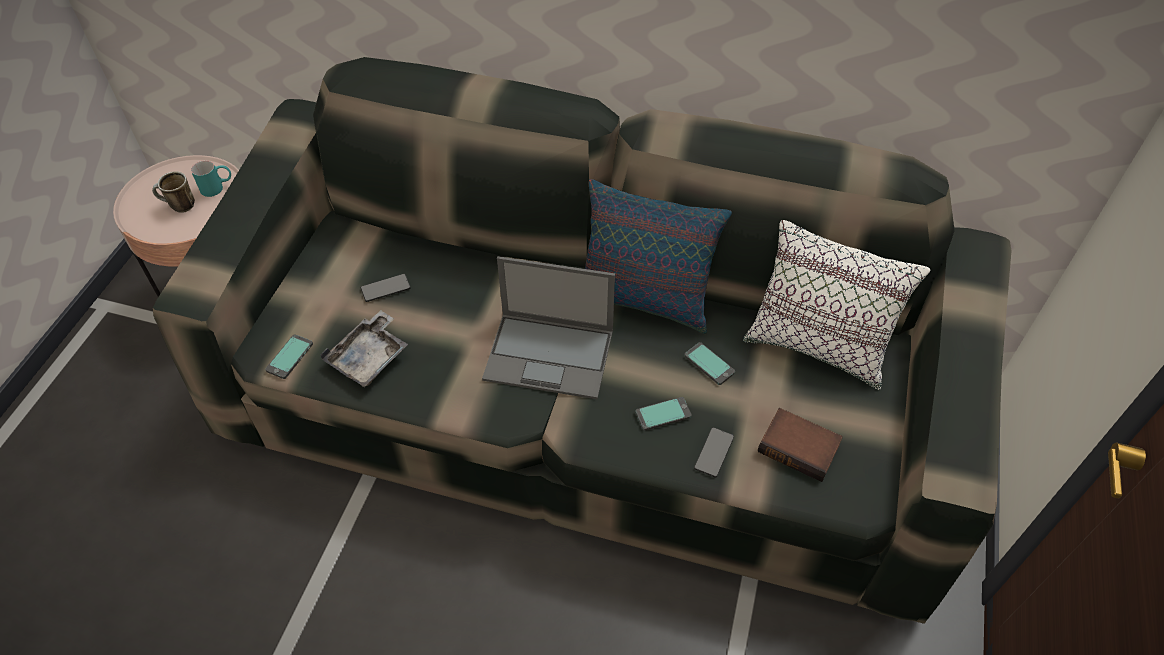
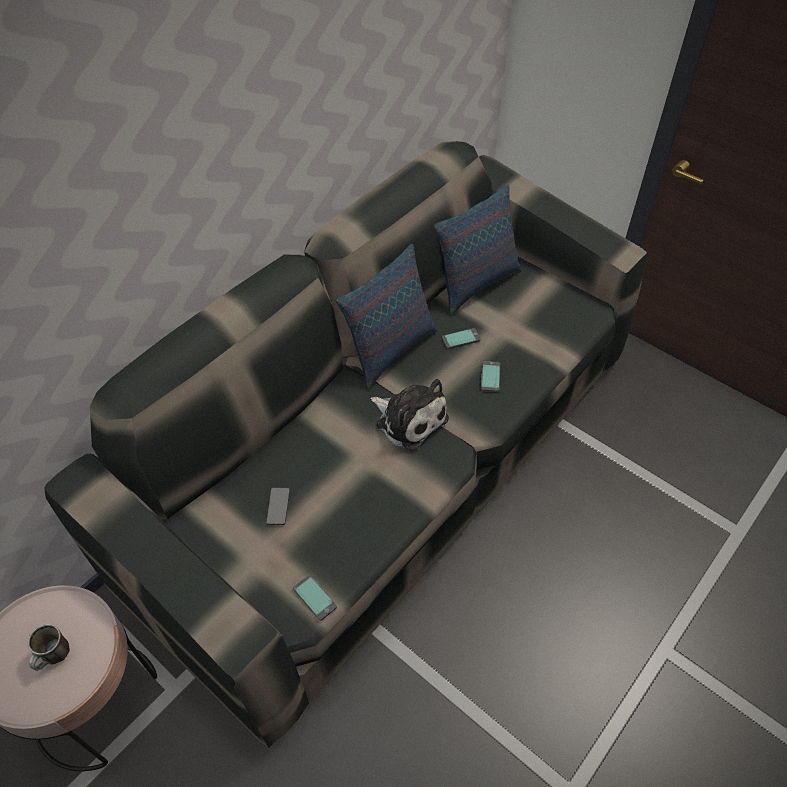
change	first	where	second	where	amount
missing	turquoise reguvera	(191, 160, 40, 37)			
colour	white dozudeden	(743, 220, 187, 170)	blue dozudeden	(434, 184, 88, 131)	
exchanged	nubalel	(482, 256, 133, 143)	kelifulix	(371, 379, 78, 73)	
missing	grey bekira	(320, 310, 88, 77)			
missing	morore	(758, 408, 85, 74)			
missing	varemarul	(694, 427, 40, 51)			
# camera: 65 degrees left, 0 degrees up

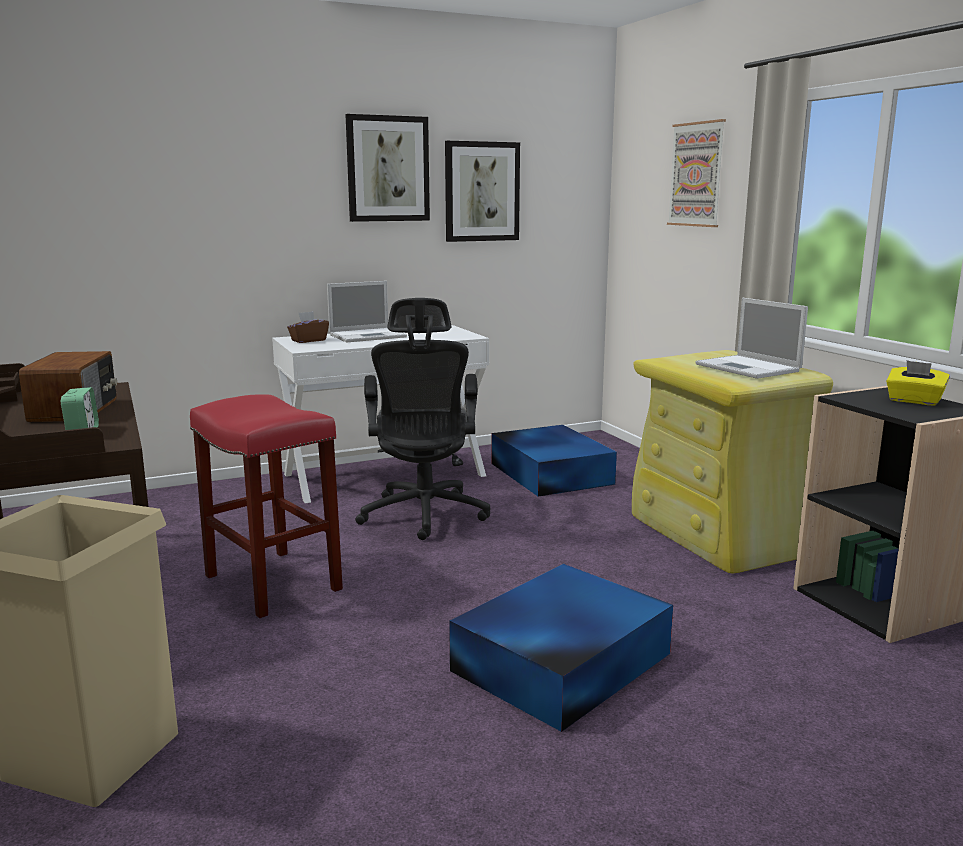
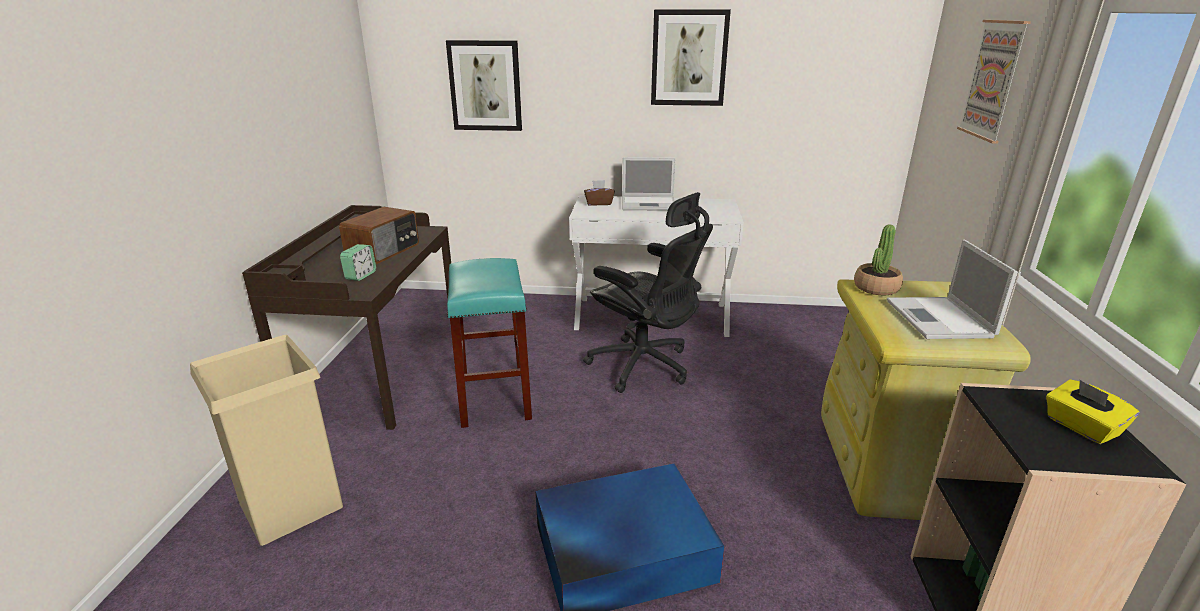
change	first	where	second	where	amount
relocated	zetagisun	(445, 141, 75, 101)		(446, 40, 76, 91)	
spun	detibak	(355, 298, 135, 242)		(583, 192, 130, 201)	75 degrees counterclockwise
colour	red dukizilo	(190, 394, 153, 224)	turquoise dukizilo	(447, 258, 85, 170)	
missing	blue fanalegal	(491, 425, 126, 72)			
appeared			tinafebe	(854, 224, 49, 71)	
# camera: 30 degrees right, 10 degrees up

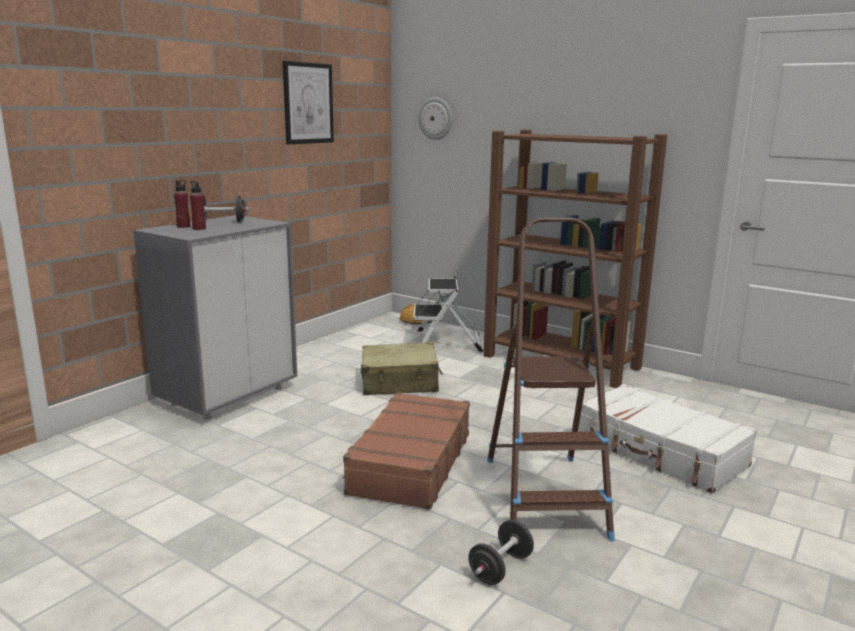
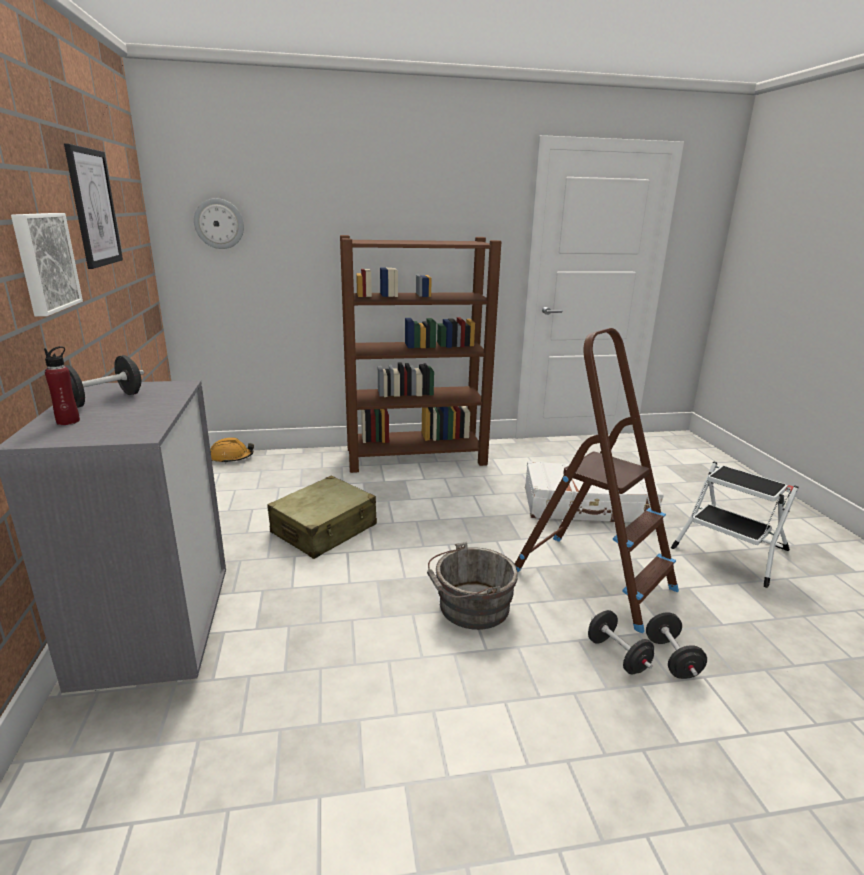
change	first	where	second	where	amount
missing	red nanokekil	(190, 181, 16, 49)			
relocated	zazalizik	(414, 276, 69, 76)		(671, 461, 127, 127)	
exchanged	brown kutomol	(342, 392, 128, 118)	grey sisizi	(427, 542, 91, 88)	
appeared			zetagisun	(11, 213, 72, 104)	
appeared			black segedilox	(588, 610, 66, 65)	
# camera: 45 degrees left, 5 degrees up

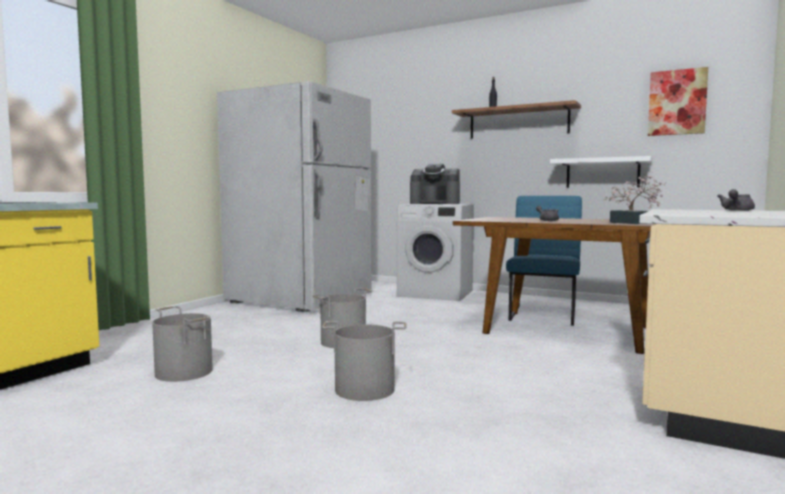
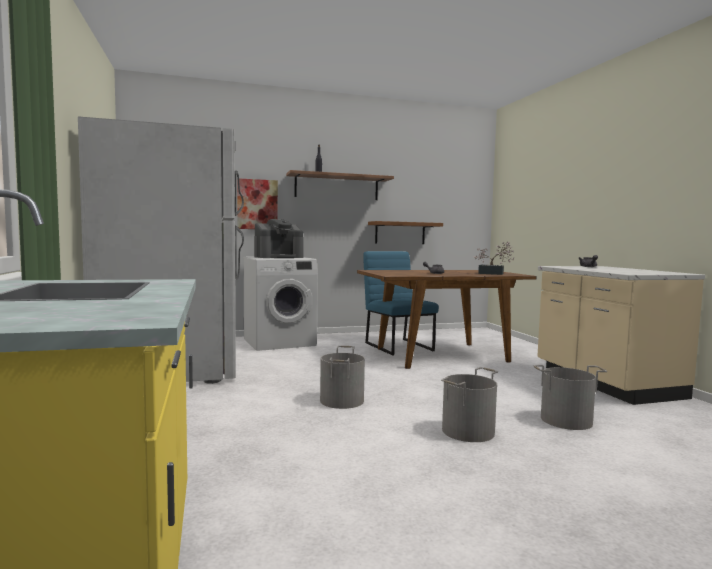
change	first	where	second	where	amount
relocated	zetagisun	(648, 67, 60, 69)		(237, 179, 41, 50)	
colour	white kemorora	(550, 156, 103, 32)	brown kemorora	(368, 221, 75, 23)	
relocated	grey sisizi	(152, 306, 61, 76)		(534, 365, 73, 65)	
# camera: 45 degrees left, 0 degrees up

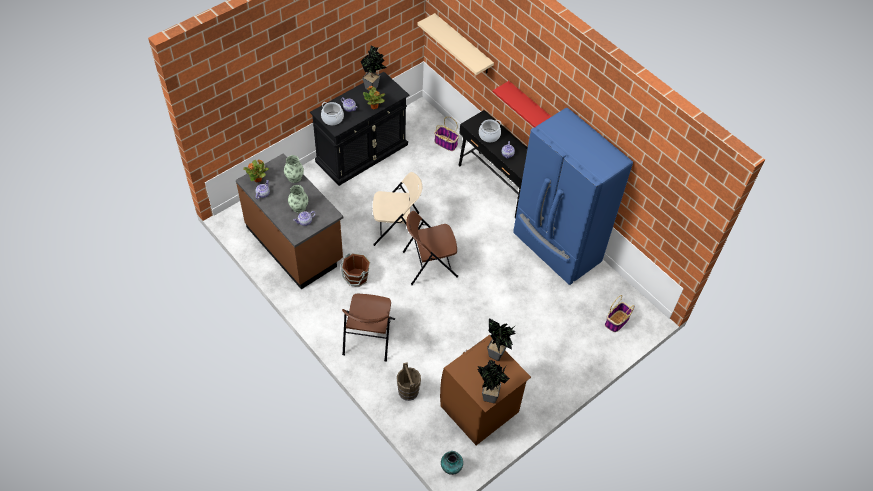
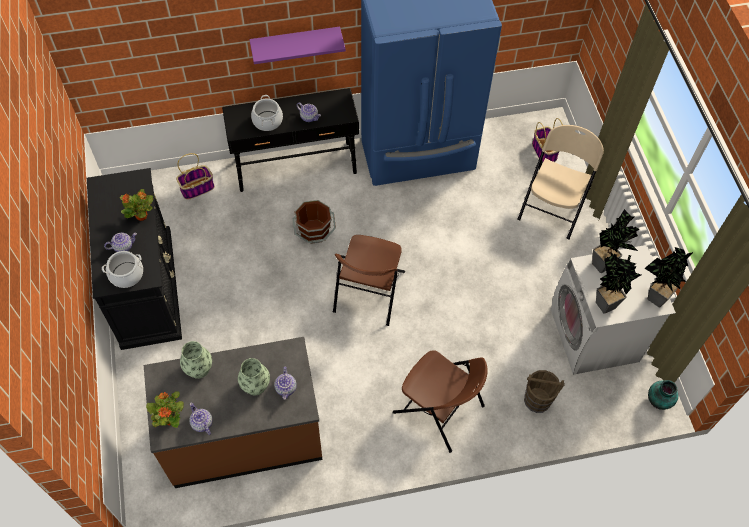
change	first	where	second	where	amount
missing	beige kemorora	(417, 13, 77, 62)			
relocated	tinafebe	(361, 45, 26, 46)		(596, 253, 45, 61)	
colour	red kemorora	(493, 81, 59, 46)	purple kemorora	(249, 27, 97, 37)	
relocated	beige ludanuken	(373, 172, 49, 74)		(517, 125, 87, 114)	
relocated	brown sisizi	(341, 253, 29, 34)		(293, 200, 43, 44)	
colour	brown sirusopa	(440, 335, 91, 110)	white sirusopa	(551, 245, 125, 130)	
# camera: 60 degrees left, 5 degrees up

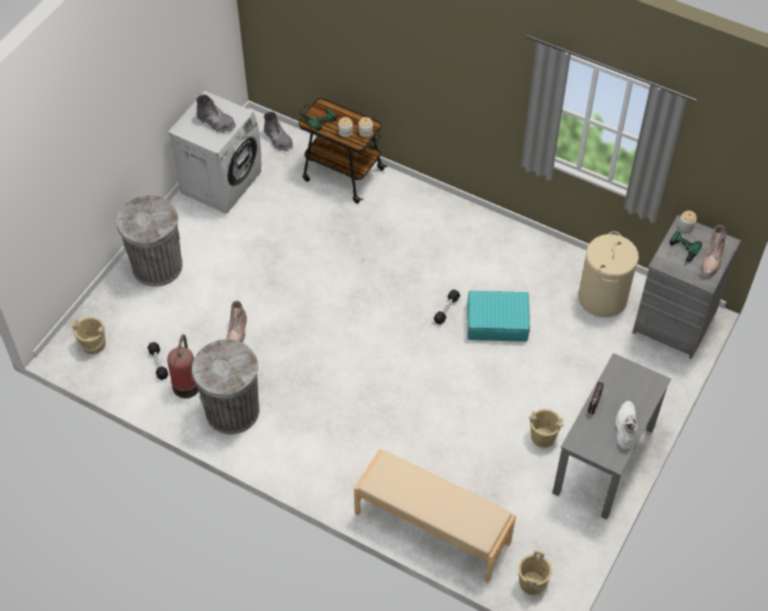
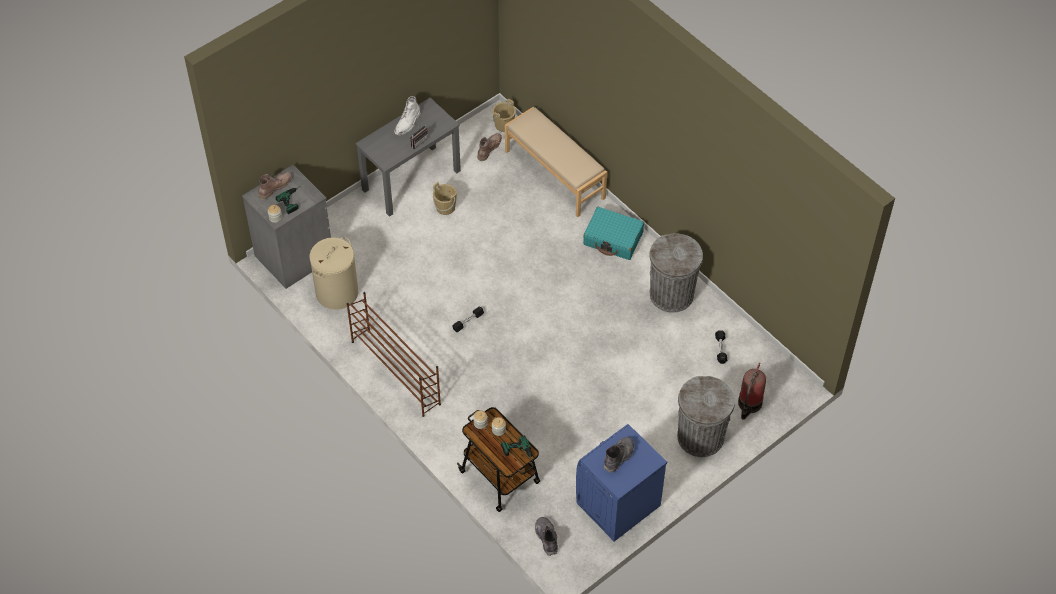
change	first	where	second	where	amount
colour	white sirusopa	(168, 91, 93, 123)	blue sirusopa	(576, 424, 91, 118)	
spun	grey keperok	(196, 95, 40, 37)		(603, 437, 31, 36)	75 degrees clockwise
relocated	turquoise kutomol	(467, 291, 63, 51)		(583, 207, 61, 53)	
relocated	brown keperok	(226, 300, 21, 43)		(477, 133, 25, 28)	
missing	beige sisizi	(72, 317, 34, 37)			
relocated	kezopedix	(167, 334, 32, 64)		(738, 363, 28, 57)	
appeared			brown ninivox	(347, 292, 94, 125)	
# camera: 160 degrees left, 0 degrees up

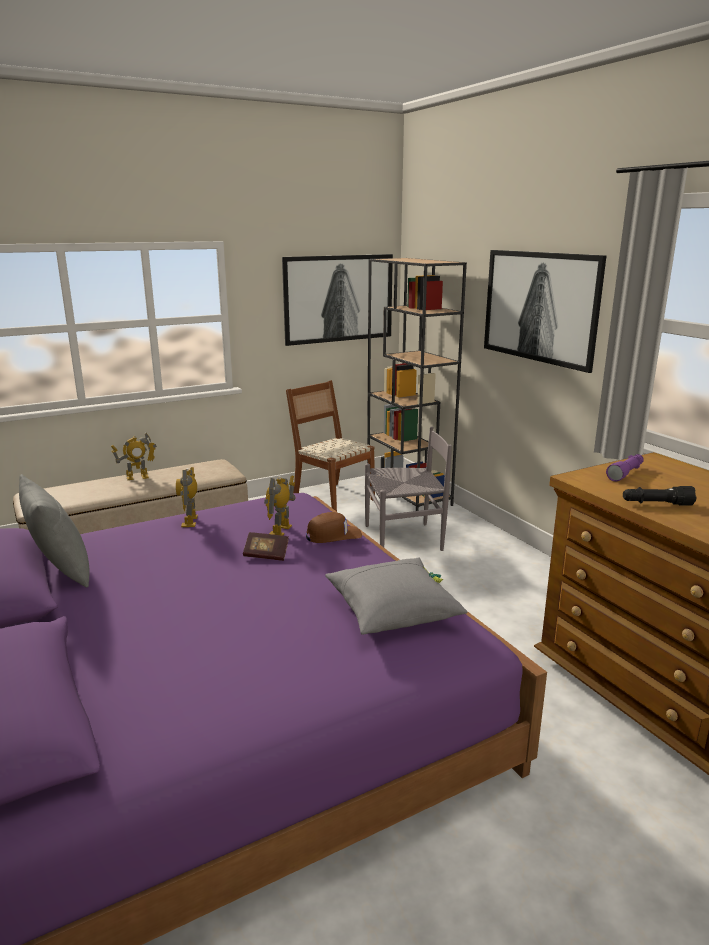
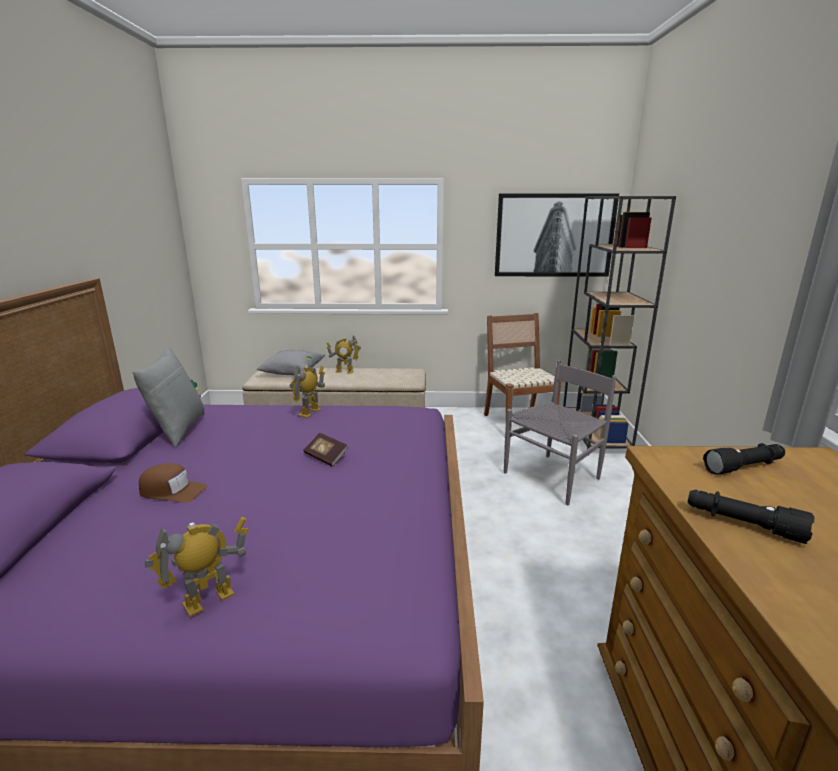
change	first	where	second	where	amount
missing	zetagisun	(484, 250, 122, 123)			
spun	grey ludanuken	(365, 426, 87, 125)		(504, 360, 112, 145)	60 degrees counterclockwise
colour	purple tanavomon	(606, 454, 38, 27)	black tanavomon	(703, 443, 82, 32)	
relocated	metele	(264, 476, 31, 60)		(145, 517, 104, 100)	
relocated	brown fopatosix	(306, 512, 56, 31)		(139, 463, 69, 40)	
relocated	grey dozudeden	(325, 557, 142, 78)		(257, 350, 68, 25)	
# camera: 30 degrees right, 0 degrees up

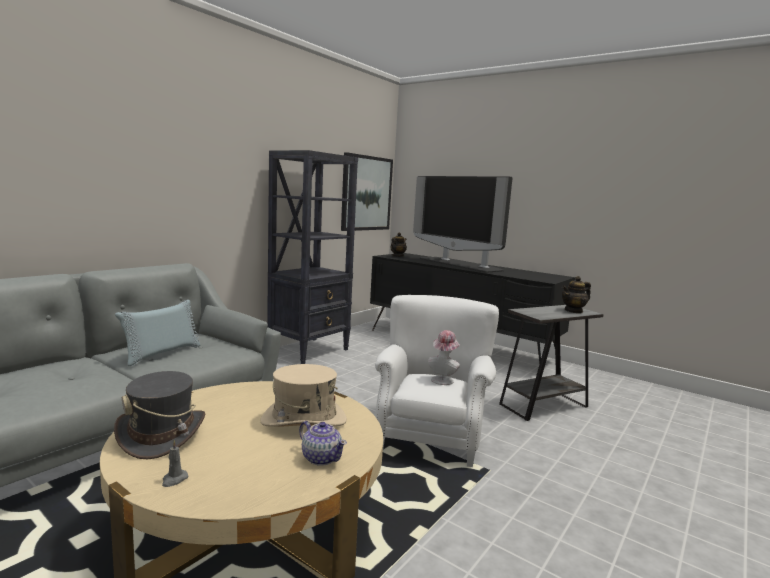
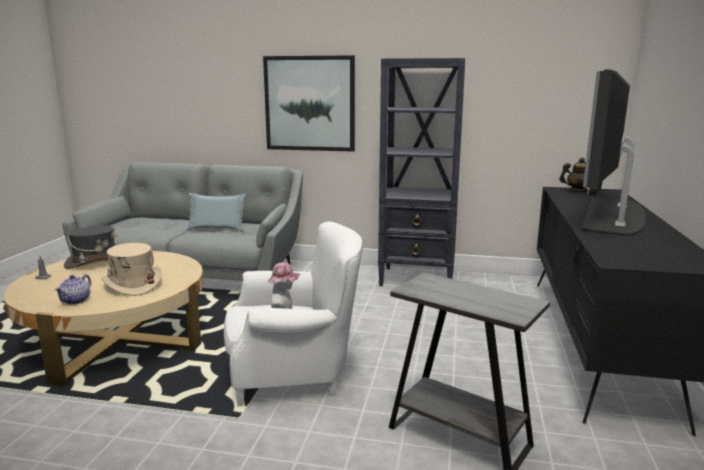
change	first	where	second	where	amount
relocated	zetagisun	(341, 152, 52, 79)		(263, 55, 92, 97)	
missing	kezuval	(562, 276, 29, 37)			
# camera: 65 degrees right, 5 degrees up

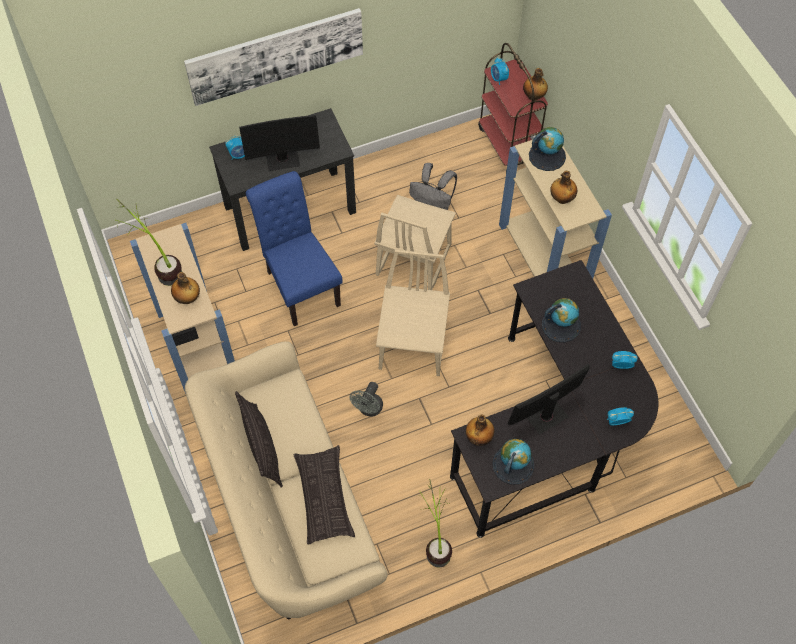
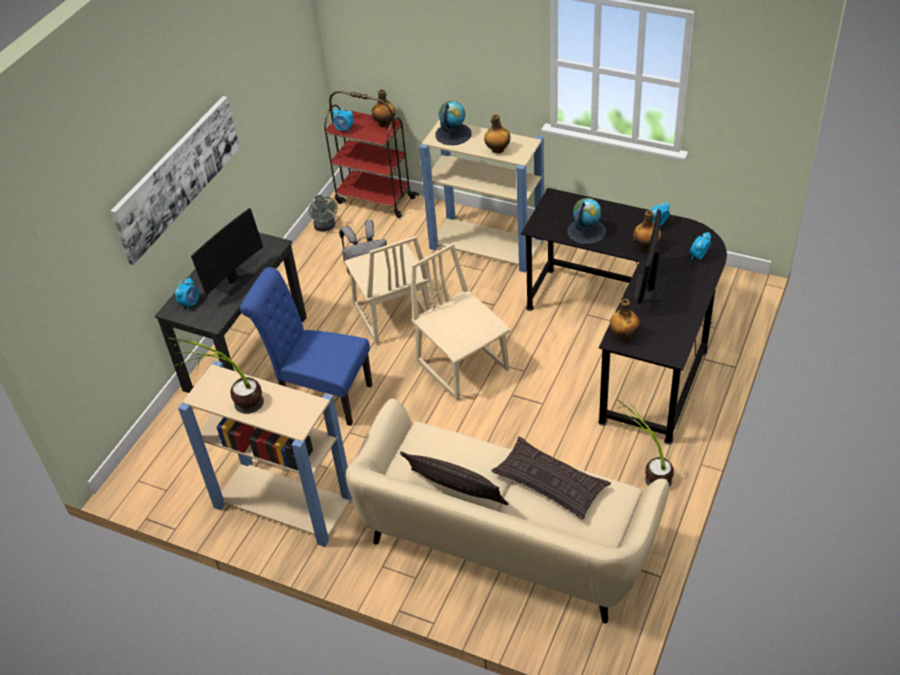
change	first	where	second	where	amount
relocated	nanokekil	(171, 272, 29, 32)		(633, 210, 28, 41)	
relocated	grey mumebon	(350, 382, 33, 35)		(309, 195, 29, 37)	
missing	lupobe	(492, 439, 43, 46)			
# camera: 40 degrees left, 15 degrees down

